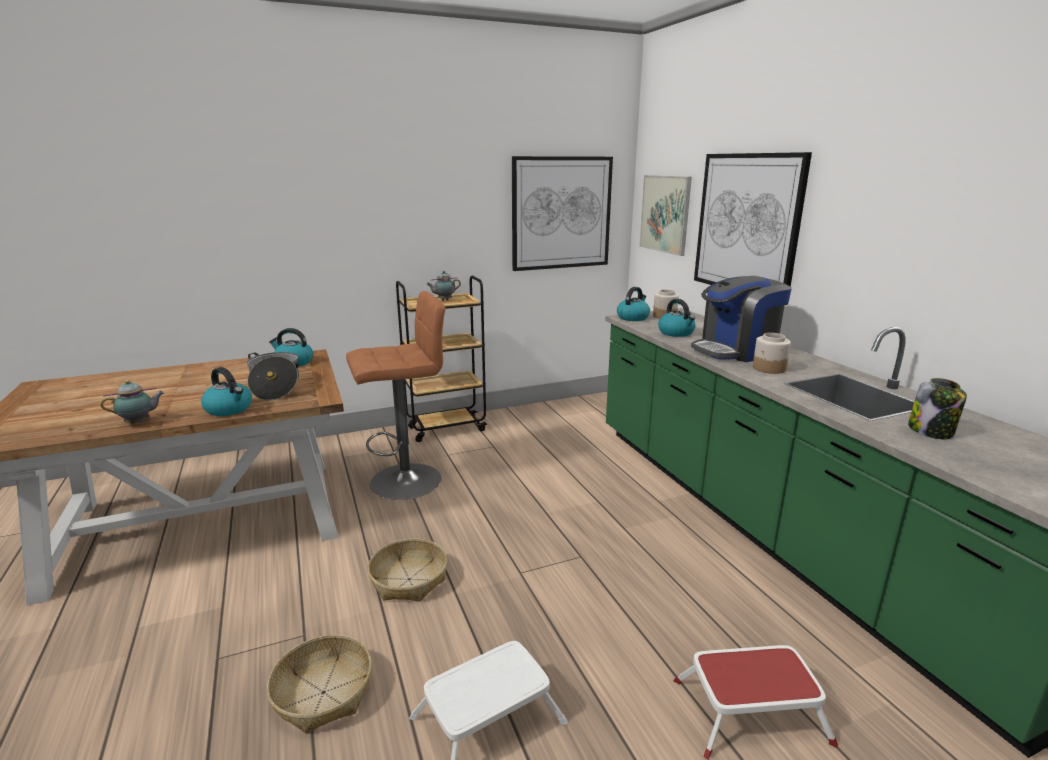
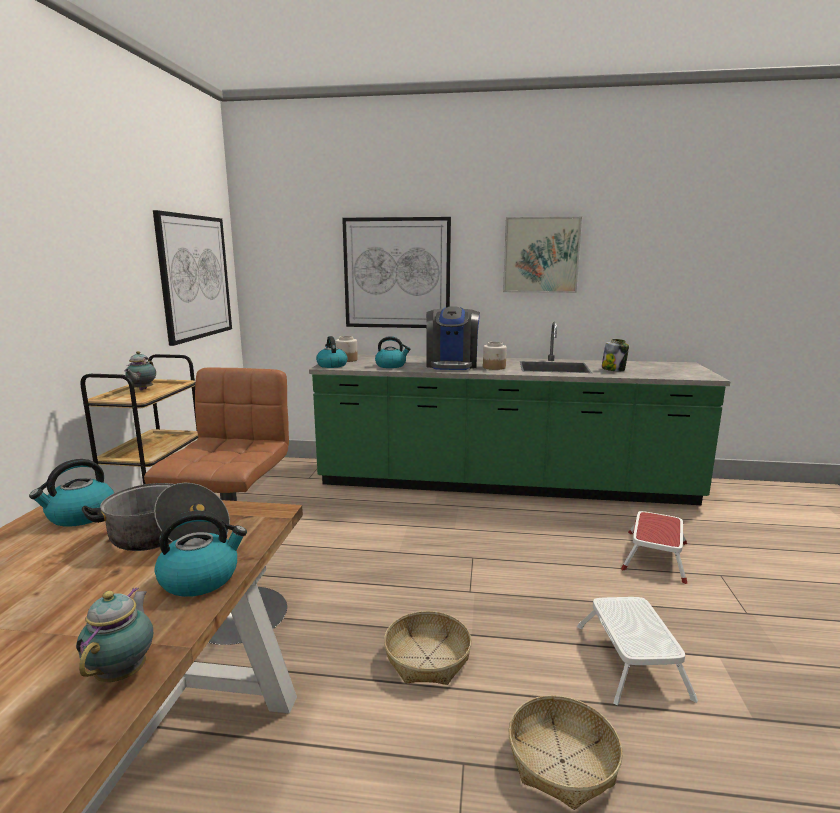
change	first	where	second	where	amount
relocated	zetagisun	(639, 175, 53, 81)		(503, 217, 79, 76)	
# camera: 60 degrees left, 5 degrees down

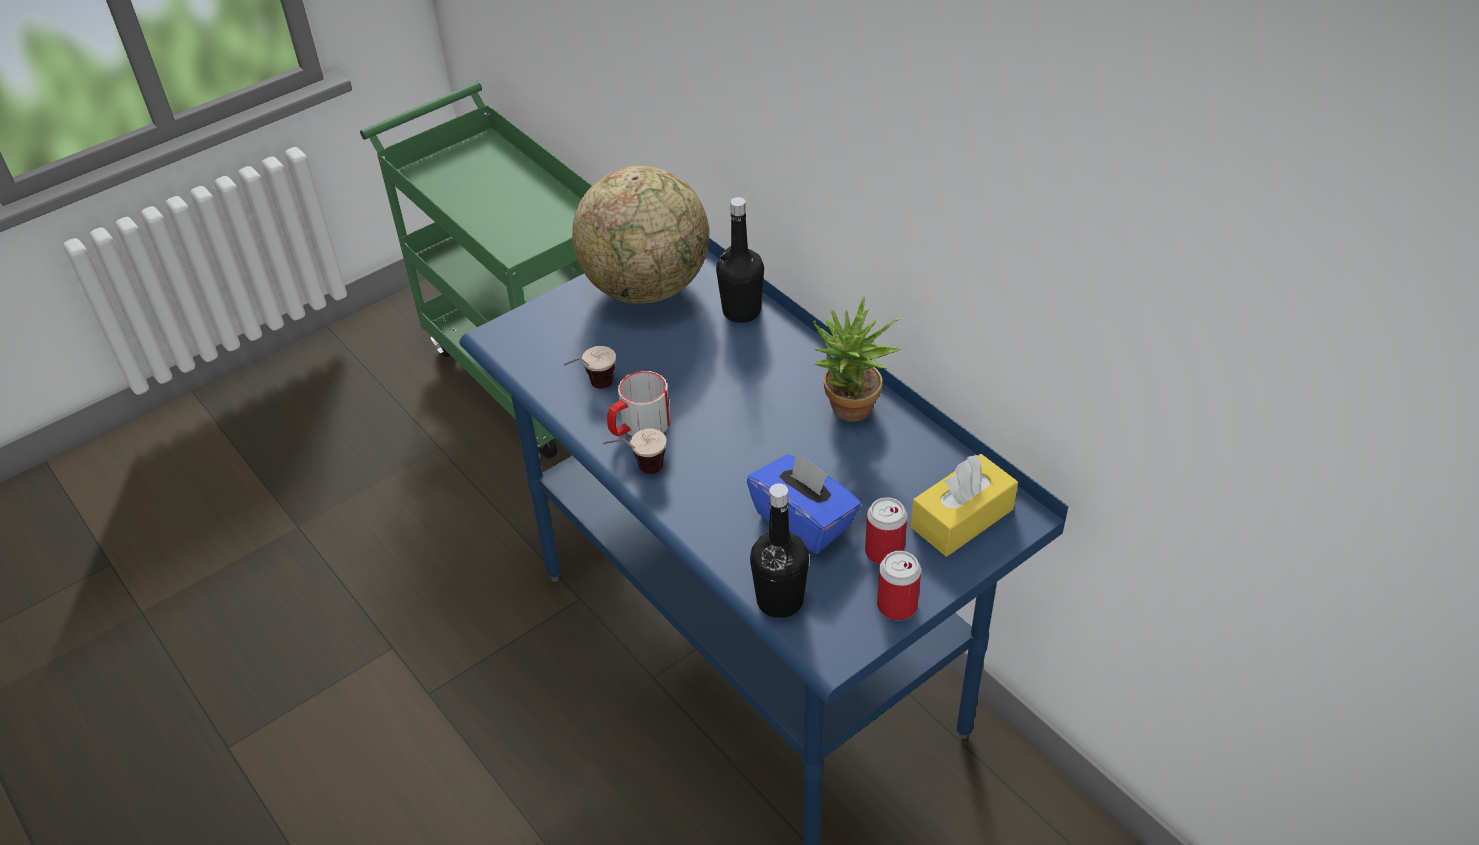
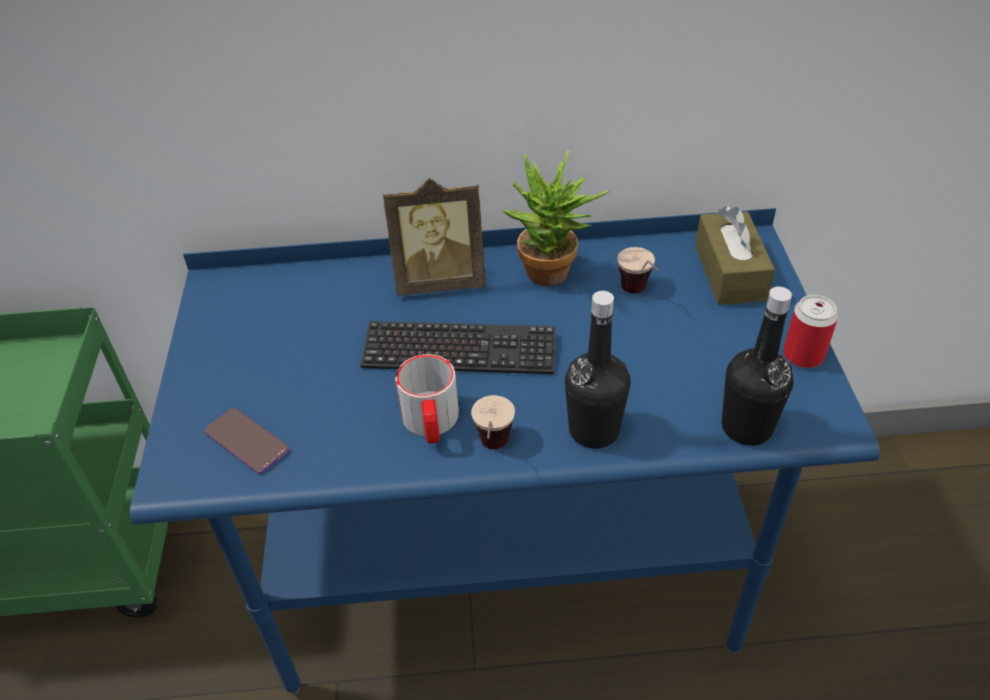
change	first	where	second	where	amount
missing	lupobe	(572, 166, 137, 137)			
relocated	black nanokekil	(716, 197, 48, 126)		(565, 291, 66, 158)	
relocated	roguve	(564, 346, 52, 43)		(617, 247, 42, 47)	
missing	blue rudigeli	(747, 451, 114, 103)			
colour	yellow rudigeli	(911, 454, 107, 103)	brown rudigeli	(695, 206, 80, 99)	
missing	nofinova	(865, 497, 42, 68)			
appeared			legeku	(383, 178, 103, 118)	
appeared			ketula	(360, 321, 196, 53)	
appeared			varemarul	(204, 408, 86, 66)	
# camera: 55 degrees left, 0 degrees up

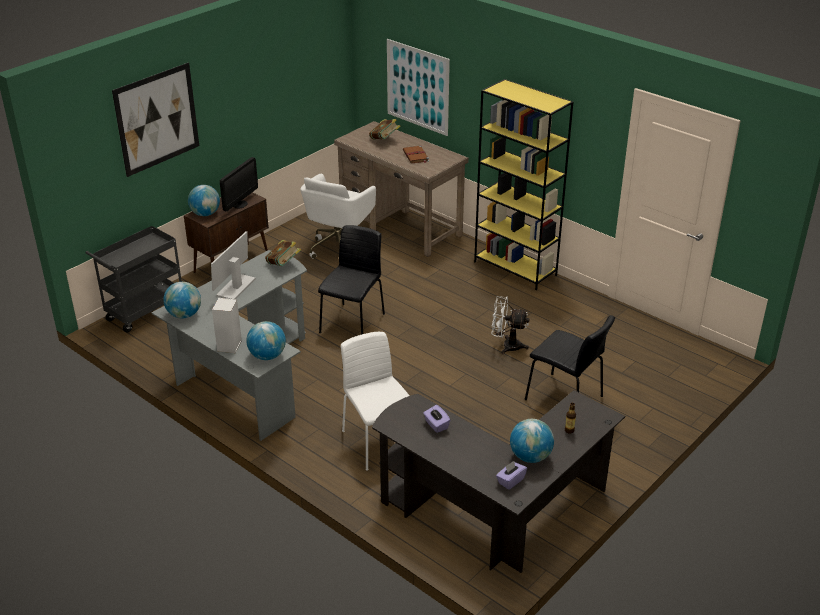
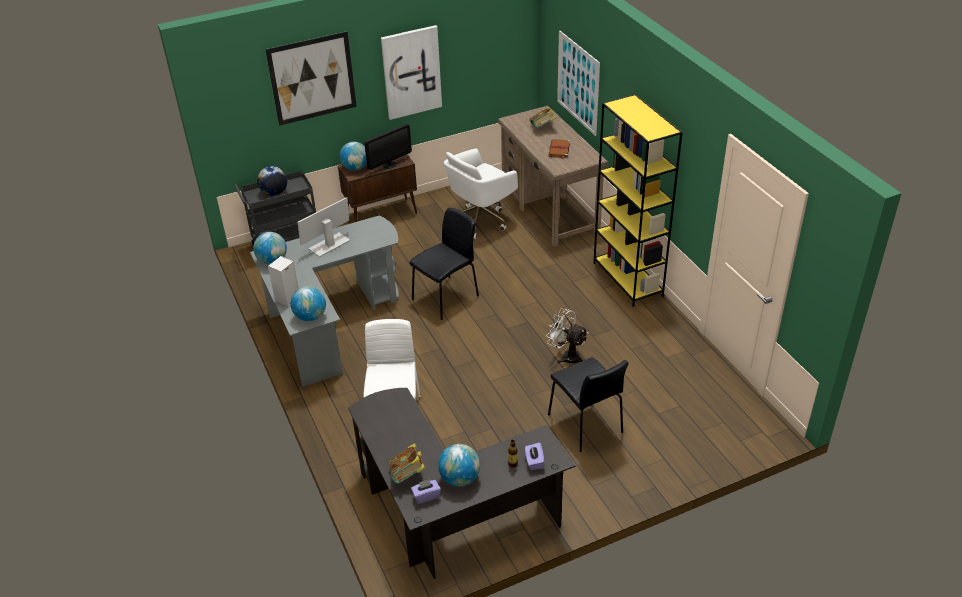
change	first	where	second	where	amount
relocated	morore	(265, 240, 36, 26)		(388, 443, 37, 40)	
relocated	purple rudigeli	(423, 405, 27, 28)		(525, 442, 19, 28)	
appeared			zetagisun	(381, 25, 61, 95)	
appeared			lupobe	(257, 166, 30, 30)	
# camera: 25 degrees right, 5 degrees up

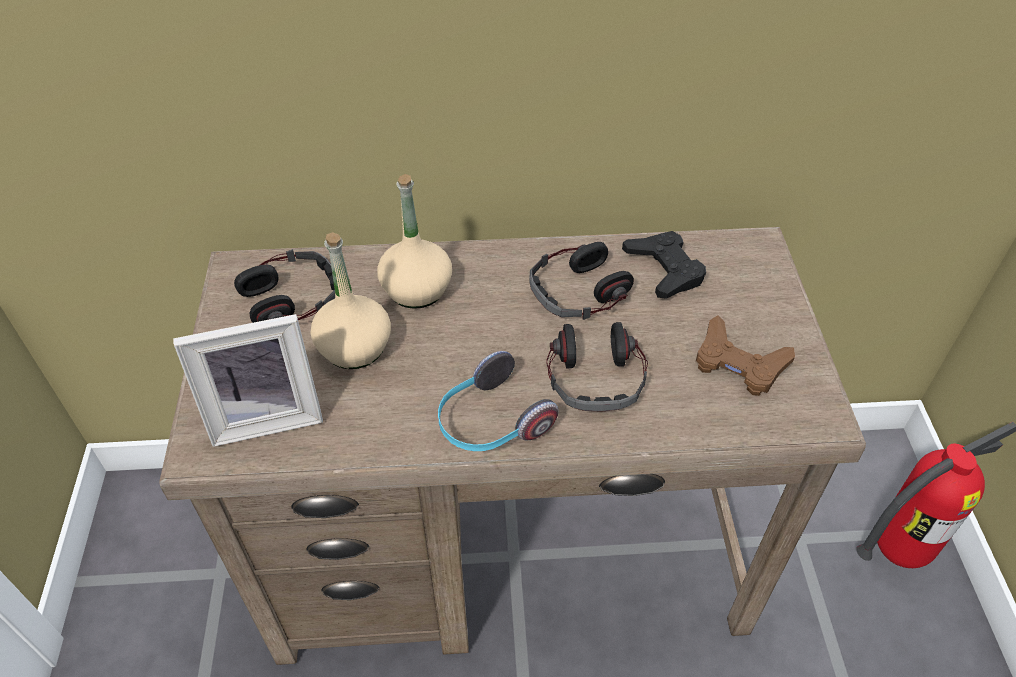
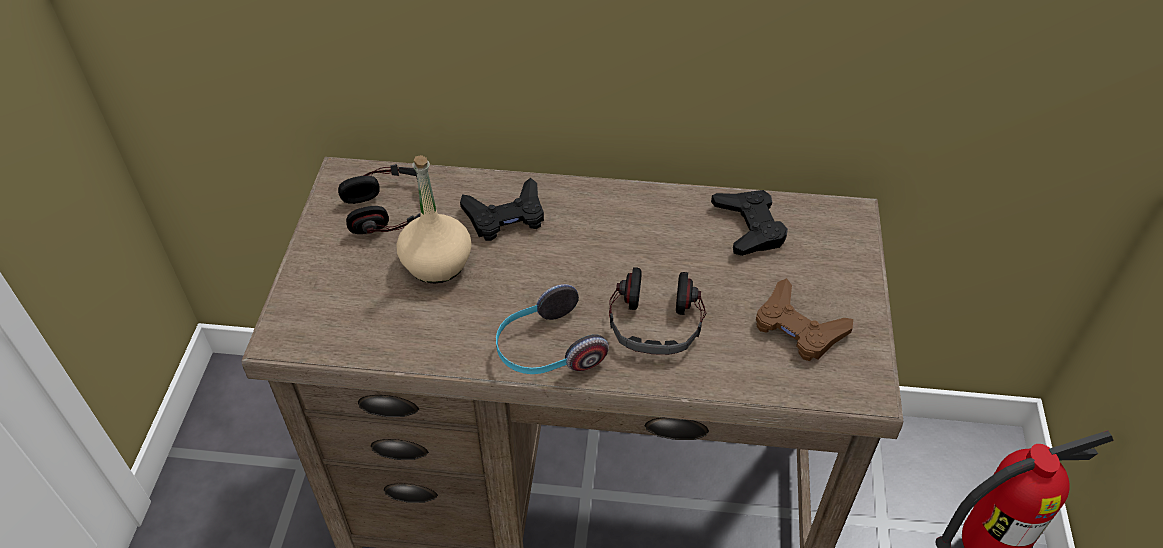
change	first	where	second	where	amount
exchanged	beige nanokekil	(377, 174, 75, 135)	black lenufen	(460, 178, 84, 63)	
missing	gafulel	(529, 242, 105, 78)			
missing	legeku	(173, 314, 150, 133)			
# camera: 10 degrees right, 0 degrees up

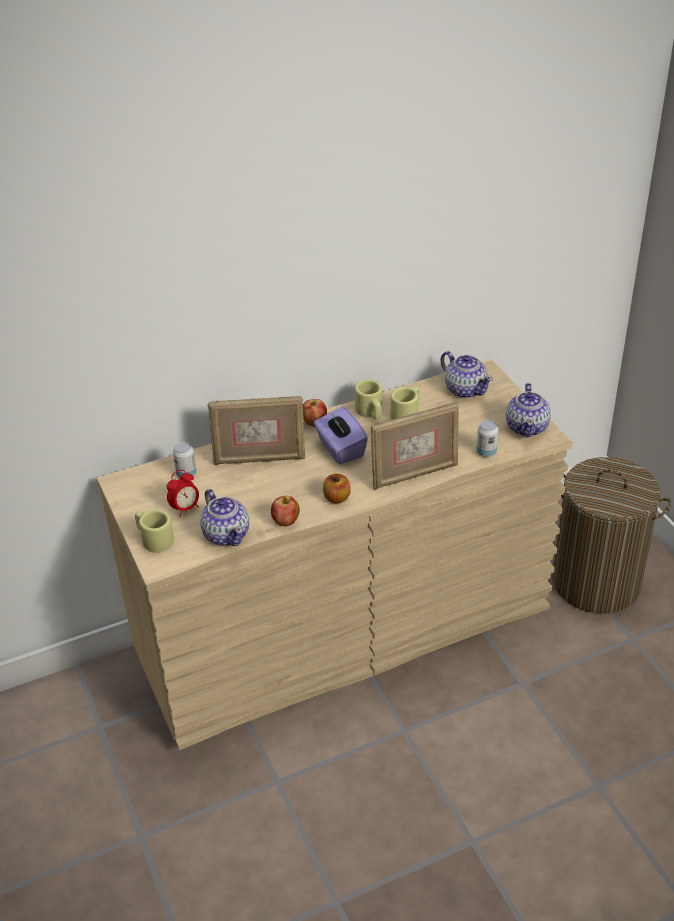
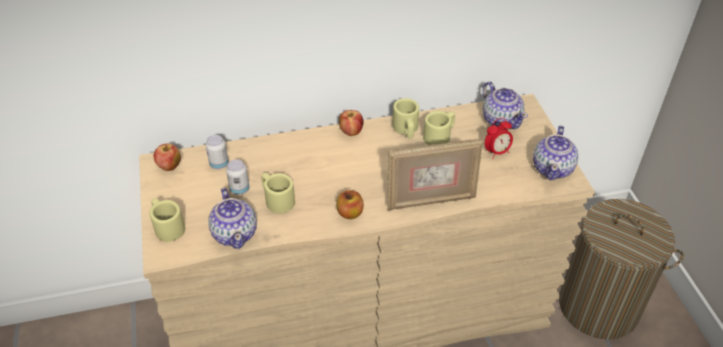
change	first	where	second	where	amount
missing	legeku	(208, 396, 97, 69)			
missing	purple rudigeli	(314, 407, 54, 57)			
relocated	nofinova	(476, 420, 23, 37)		(226, 159, 24, 36)	
relocated	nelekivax	(166, 470, 33, 47)		(485, 118, 28, 41)	
relocated	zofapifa	(271, 496, 29, 30)		(154, 144, 27, 27)	
appeared			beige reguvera	(261, 172, 34, 42)	
# camera: 10 degrees right, 5 degrees up

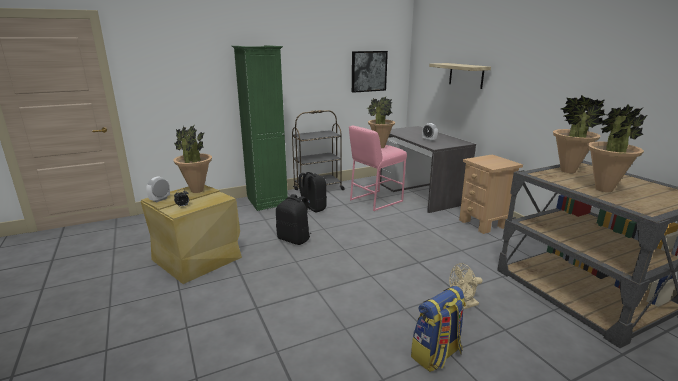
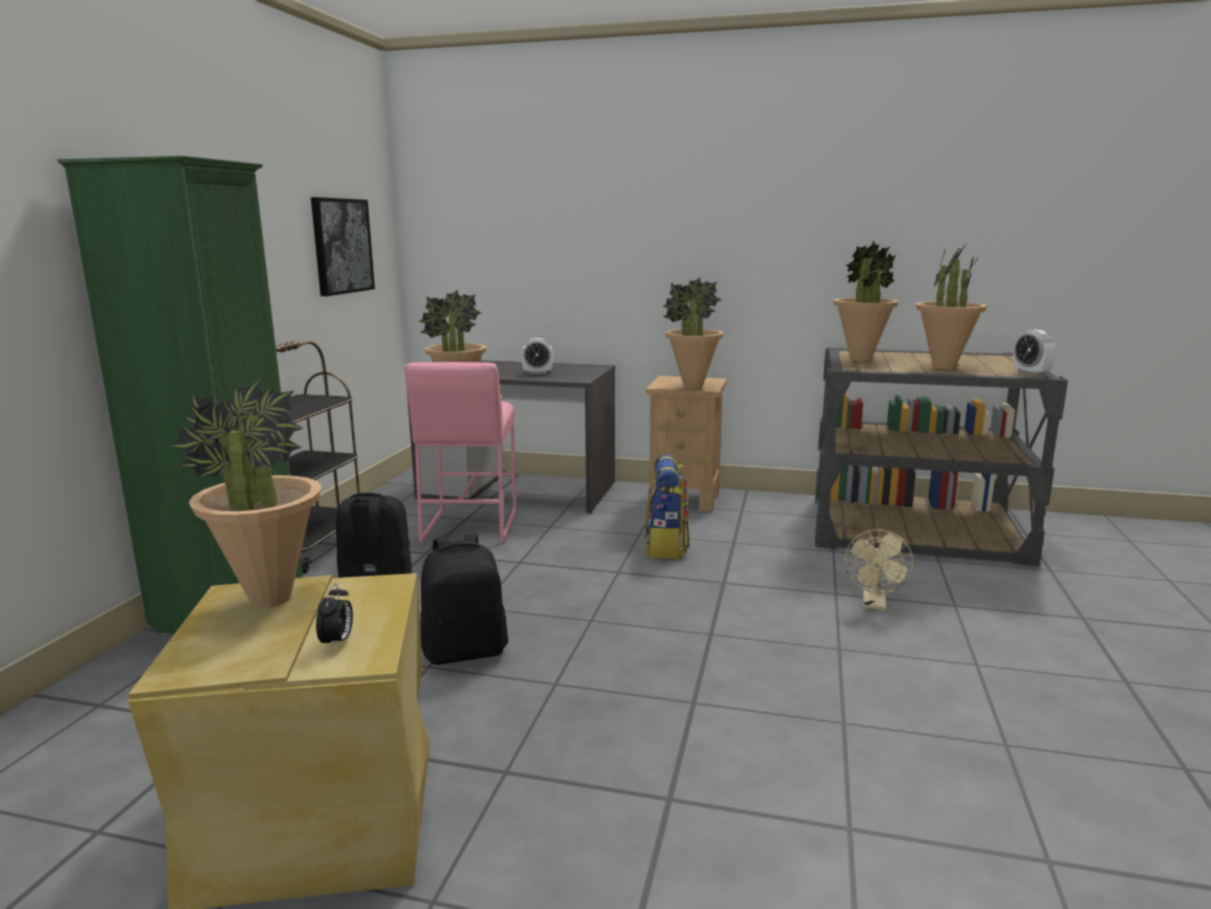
change	first	where	second	where	amount
missing	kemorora	(429, 63, 62, 26)			
relocated	nelekivax	(146, 176, 24, 26)		(1013, 330, 43, 46)	
relocated	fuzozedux	(411, 286, 55, 86)		(645, 455, 45, 104)	
appeared			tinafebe	(662, 277, 62, 112)	
# camera: 50 degrees left, 5 degrees down

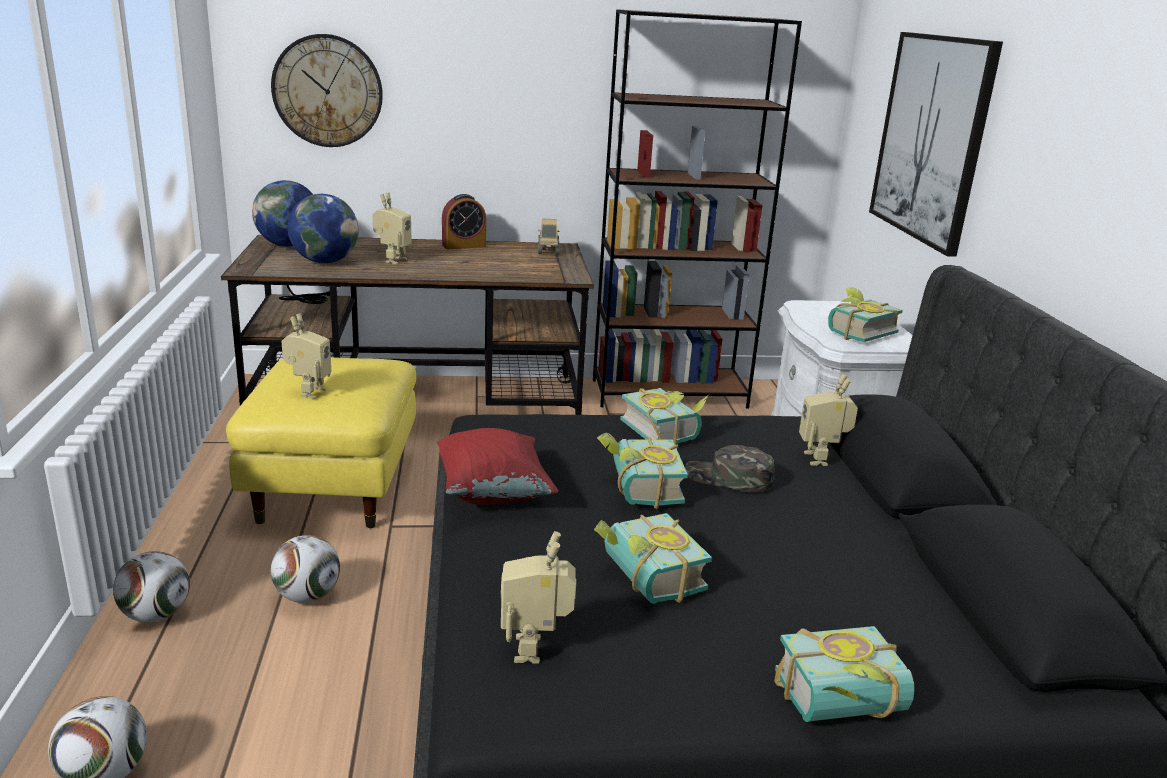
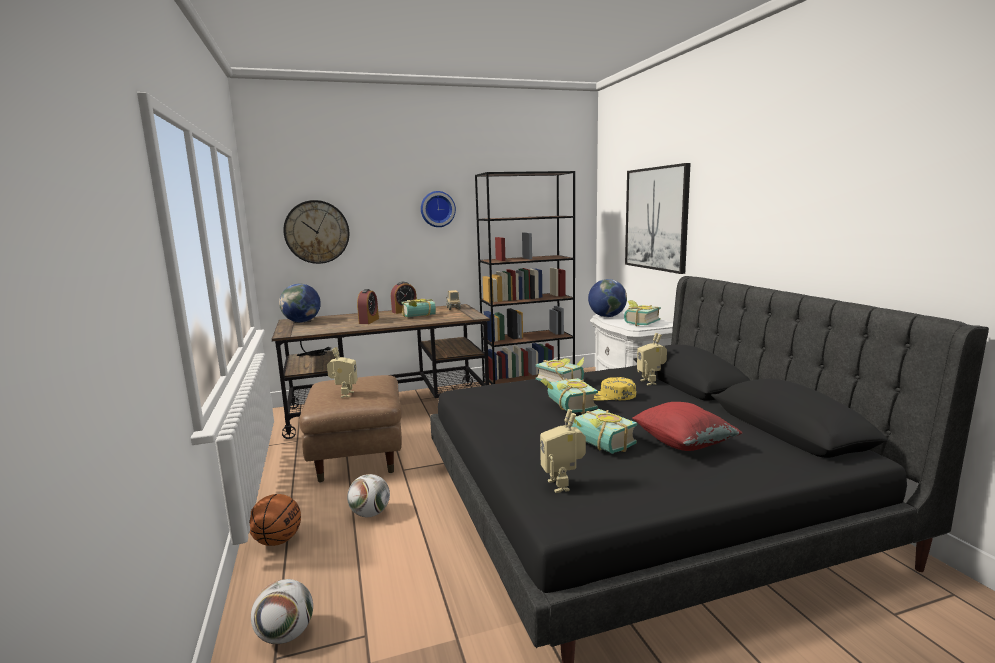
change	first	where	second	where	amount
exchanged	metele	(373, 192, 39, 72)	nelekivax	(357, 289, 22, 35)	
relocated	lupobe	(287, 194, 72, 69)		(588, 279, 39, 38)	
colour	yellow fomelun	(226, 357, 190, 172)	brown fomelun	(299, 375, 103, 107)	
relocated	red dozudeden	(437, 428, 121, 77)		(632, 402, 110, 49)	
colour	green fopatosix	(685, 445, 90, 47)	yellow fopatosix	(594, 377, 42, 24)	
exchanged	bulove	(113, 551, 77, 72)	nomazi	(249, 494, 52, 52)	
relocated	morore	(774, 626, 140, 96)		(402, 299, 34, 18)	
appeared			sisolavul	(421, 191, 35, 36)	
# camera: 10 degrees left, 10 degrees down

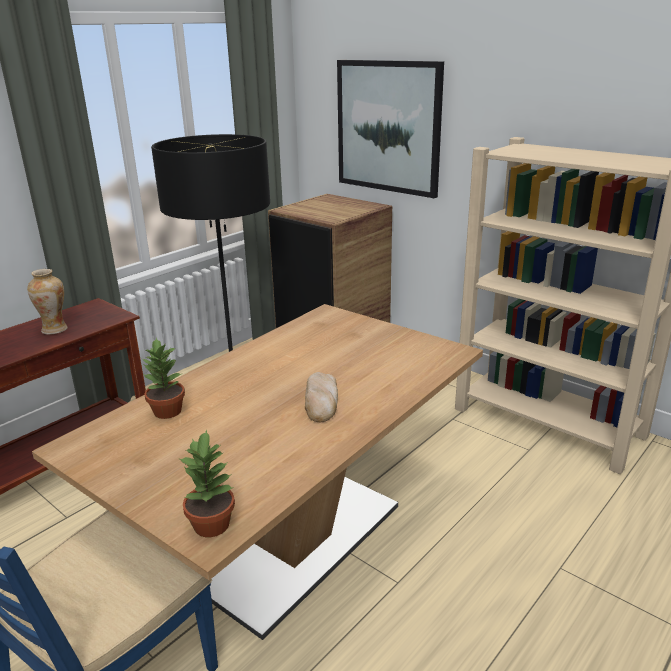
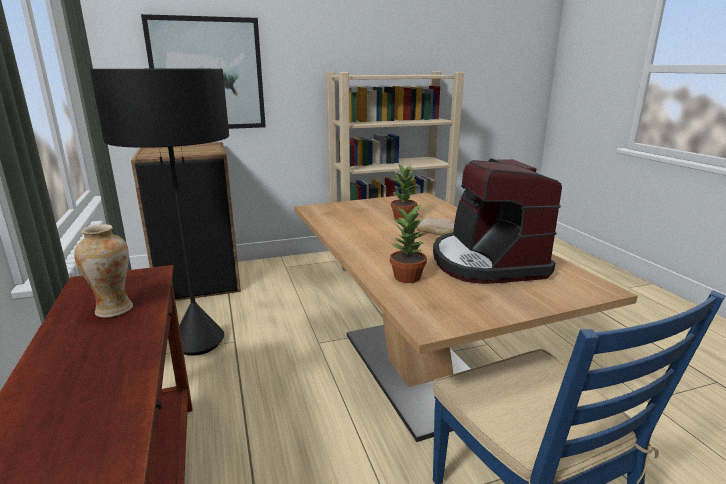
change	first	where	second	where	amount
relocated	tinafebe	(178, 430, 57, 107)		(391, 163, 26, 57)	
appeared			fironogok	(433, 158, 129, 126)	
# camera: 60 degrees left, 5 degrees down

